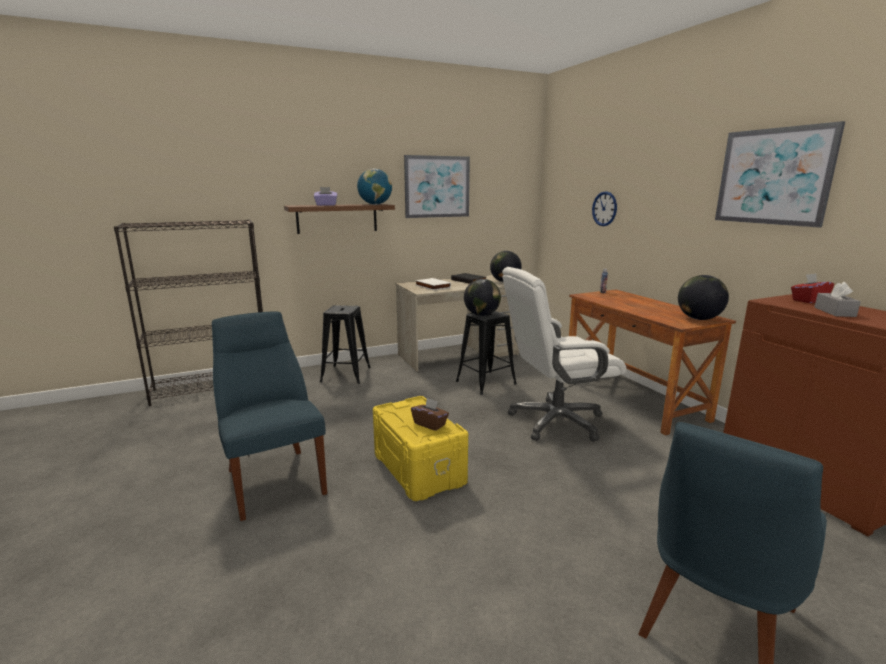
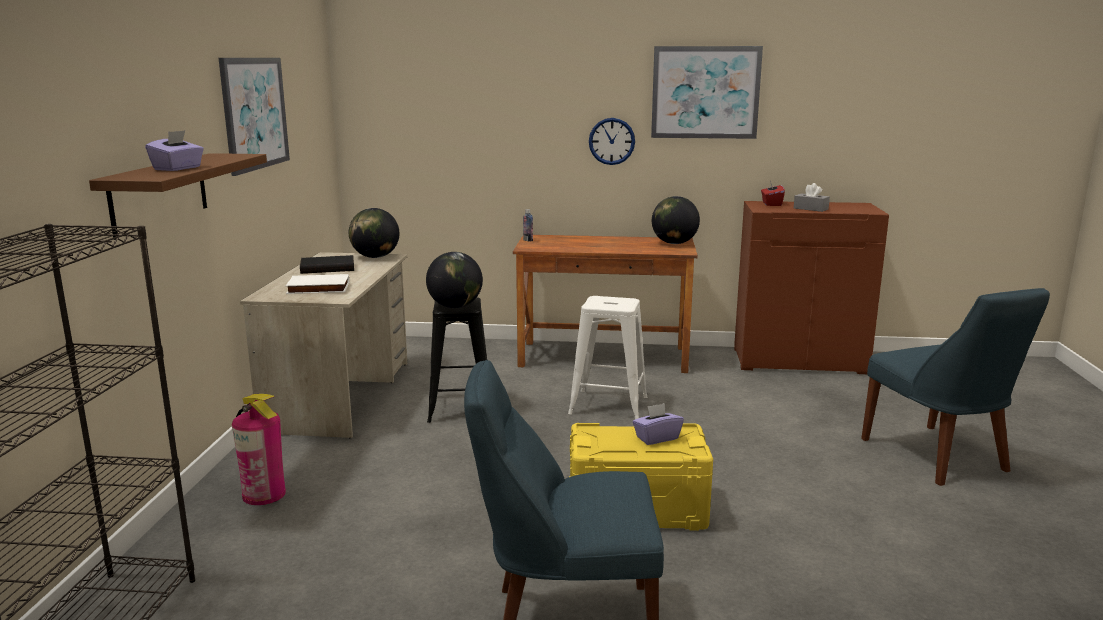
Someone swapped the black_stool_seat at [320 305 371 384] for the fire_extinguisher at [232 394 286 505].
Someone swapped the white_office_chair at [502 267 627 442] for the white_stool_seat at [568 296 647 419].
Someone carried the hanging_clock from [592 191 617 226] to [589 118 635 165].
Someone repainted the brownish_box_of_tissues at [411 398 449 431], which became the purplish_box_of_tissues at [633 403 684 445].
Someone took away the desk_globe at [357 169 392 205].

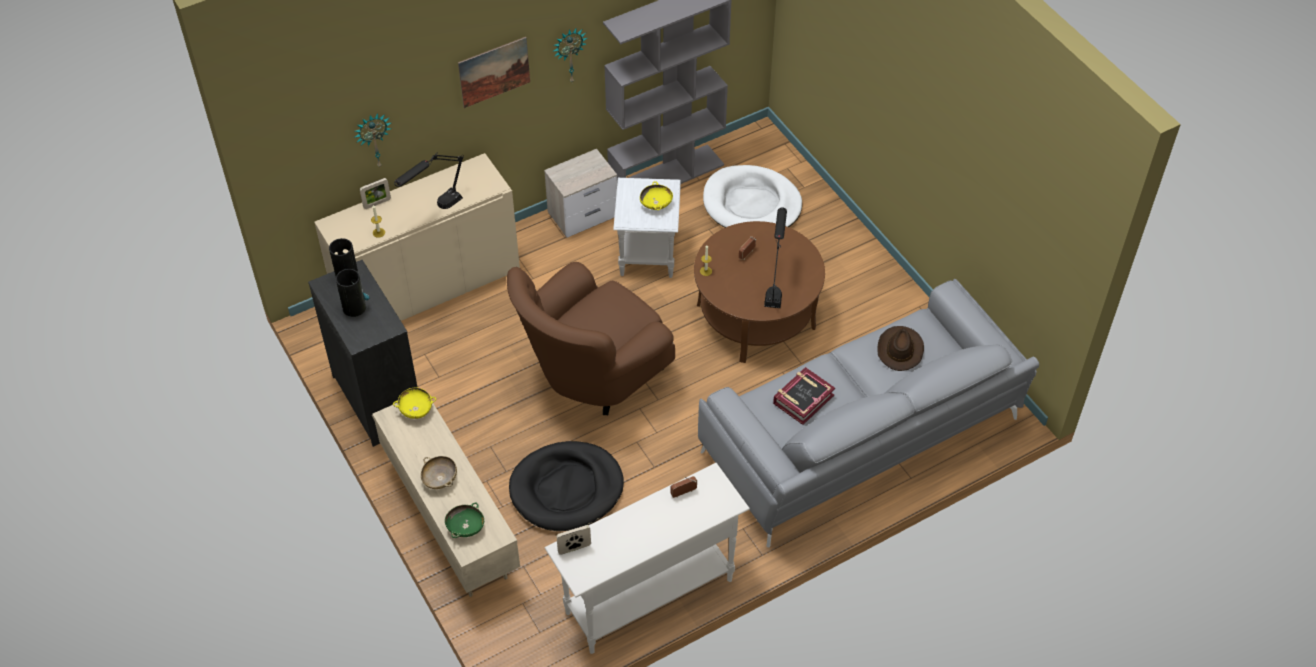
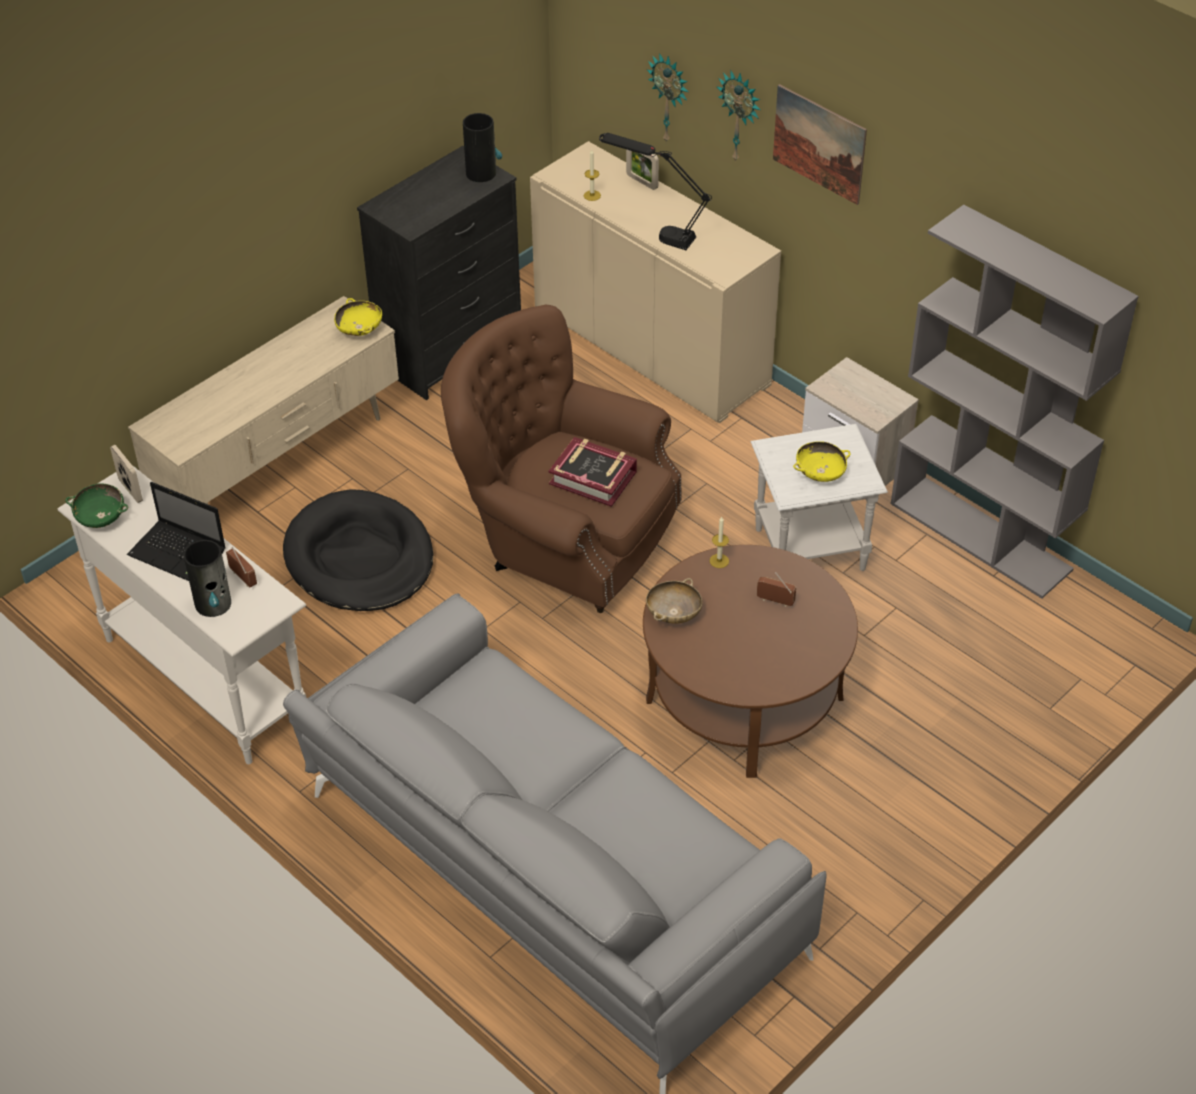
Someone carried the green-coloured_bowl from [445 502 484 538] to [65 483 128 528].
Someone put down the portable_computer at [127 482 226 581].
Someone carried the flower_vase from [336 269 369 317] to [184 540 231 617].
Someone carried the volume from [773 367 835 425] to [549 437 637 507].
Someone carried the beige-coloured_bowl from [421 456 457 489] to [646 578 703 624].
Someone carried the hanging_clock from [552 29 587 82] to [717 70 761 163].
Someone took away the white_dog_bed at [703 165 802 228].
Someone took away the black_tabletop_lamp at [764 208 787 308].
Someone took away the brownish_hat at [877 326 924 371].

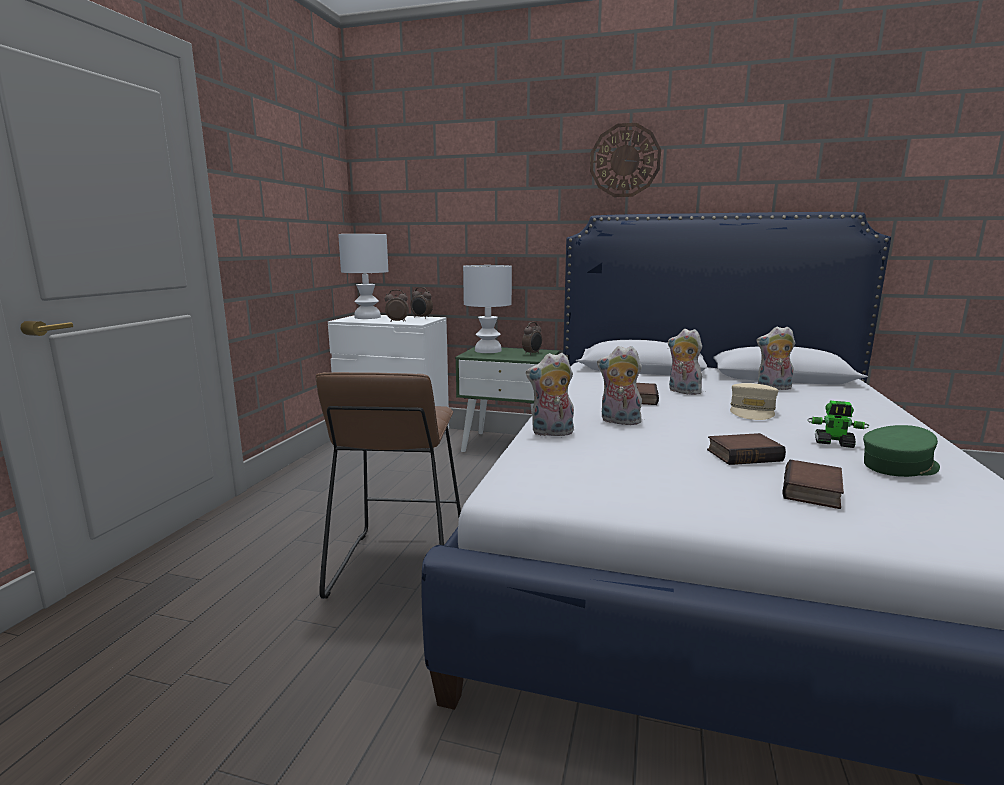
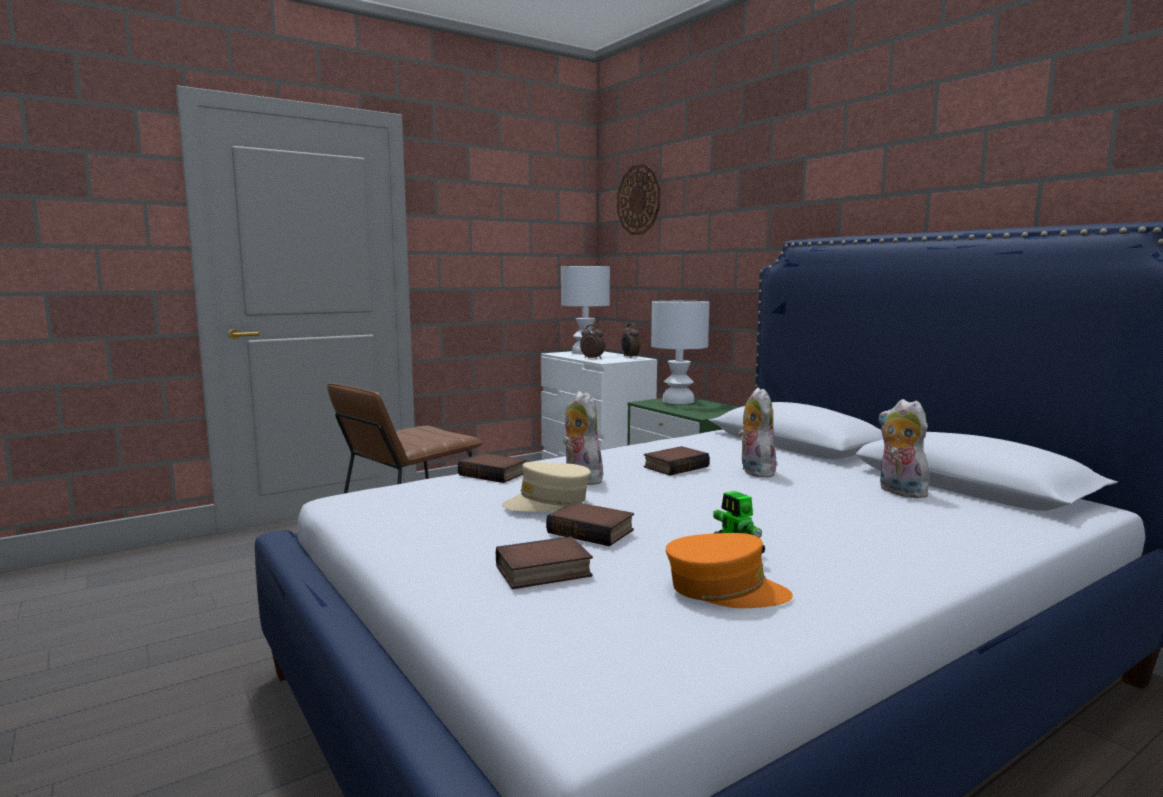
Someone swapped the cuddly_toy at [526 353 574 436] for the volume at [458 453 527 483].
Someone carried the beige-coloured_cap from [730 383 778 420] to [502 462 591 512].
Someone carried the hanging_clock from [590 123 661 197] to [617 164 661 235].
Someone repainted the green-coloured_cap at [863 425 940 477], which became the orangey_cap at [666 533 793 608].
Someone took away the bedside_clock at [522 322 542 355].

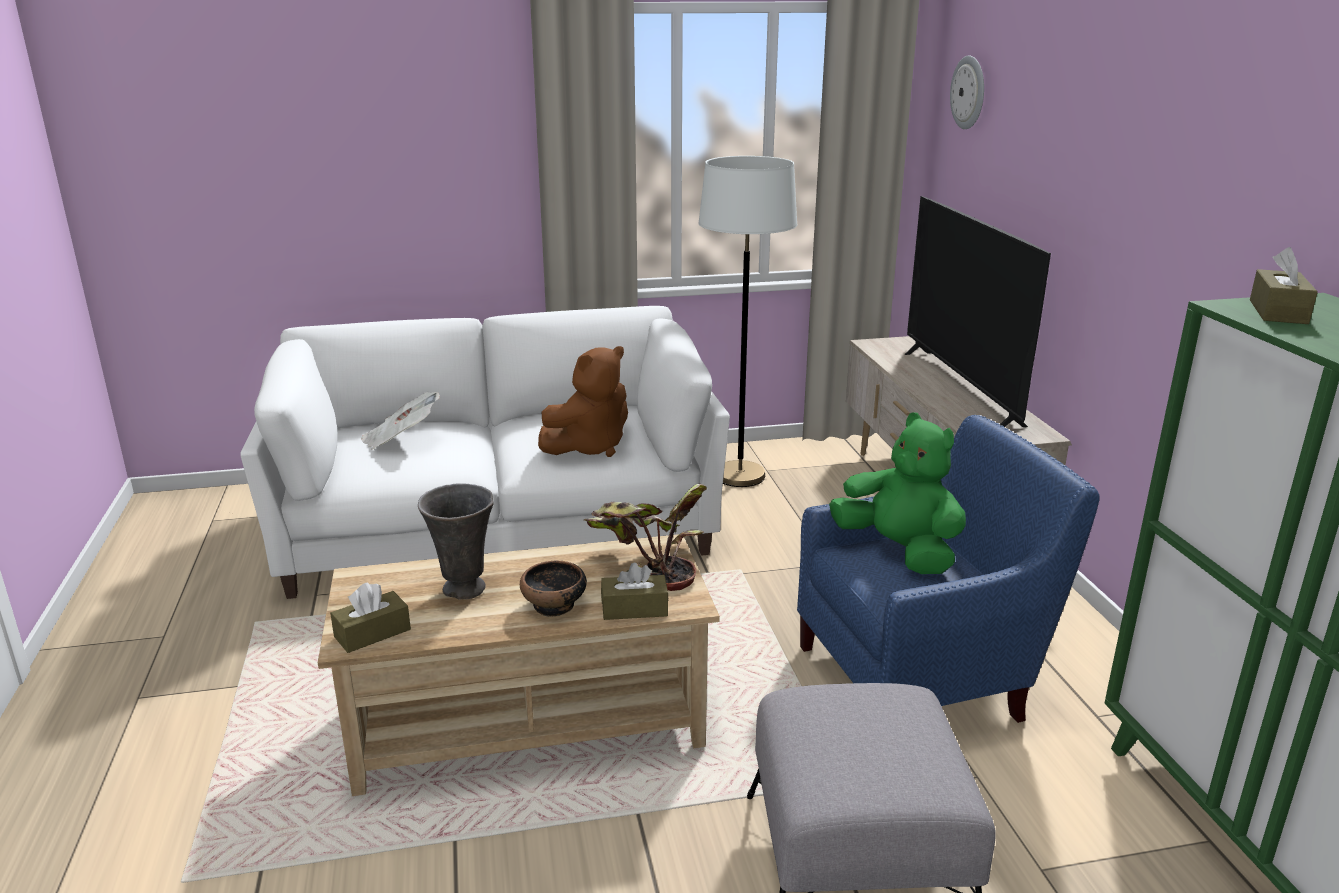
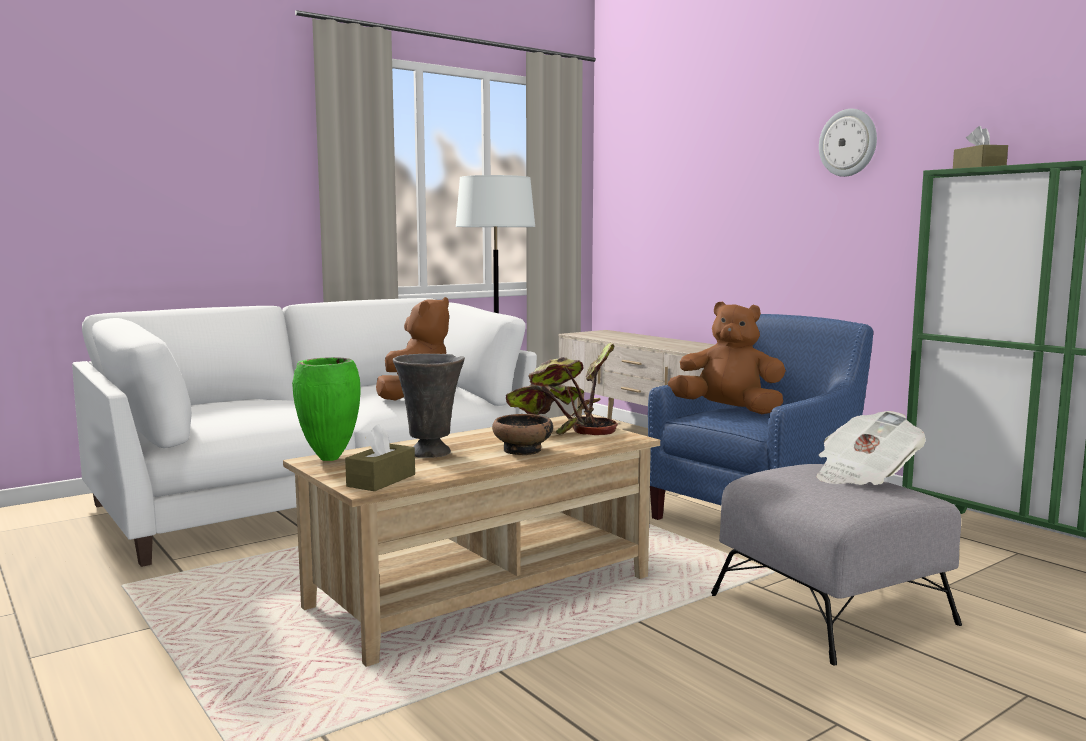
Someone put down the green-coloured_flower_vase at [292 357 361 461].
Someone repainted the green-coloured_cuddly_toy at [829 412 966 574], which became the brownish_cuddly_toy at [668 301 786 414].
Someone carried the daily_paper from [361 392 440 450] to [817 411 926 485].
Someone carried the hanging_clock from [950 56 984 129] to [819 109 877 177].
Someone took away the brownish_box_of_tissues at [601 562 669 620].
Someone took away the TV at [905 196 1051 427].

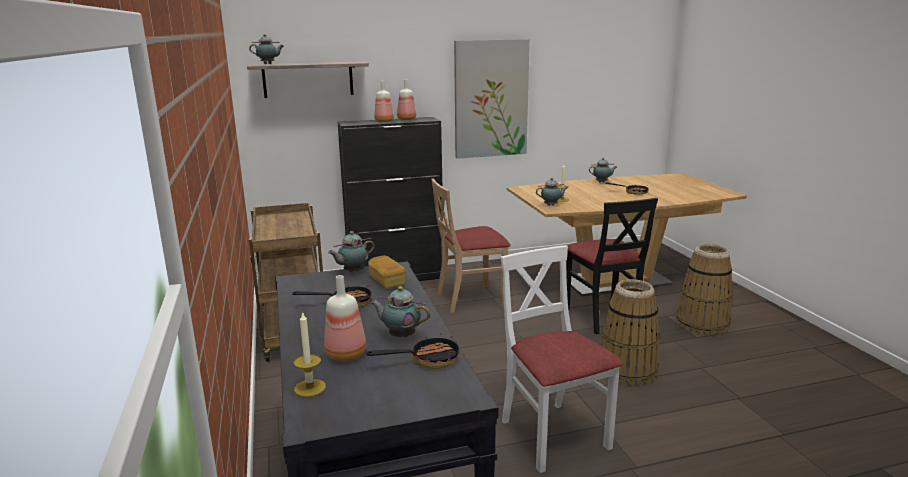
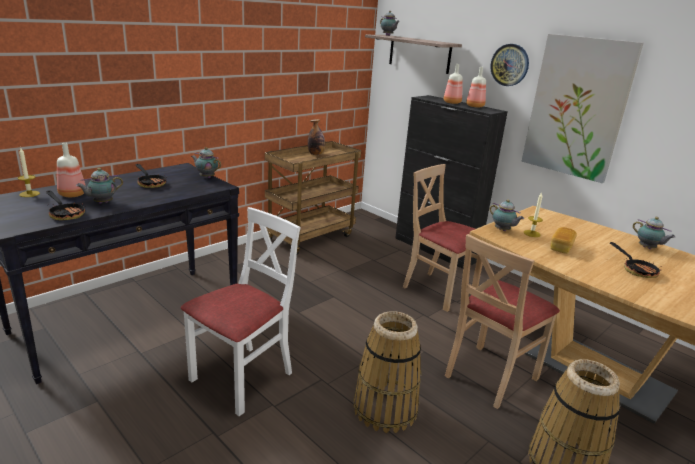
Someone rotated the teapot at [371 286 430 337] by 120 degrees counterclockwise.
Someone put down the beverage_bottle at [308 119 325 155].
Someone repainted the black_chair at [566 198 658 334], which became the beige-coloured_chair at [445 234 560 409].
Someone put up the hanging_clock at [490 44 529 86].
Someone carried the baked_bread from [368 256 405 288] to [550 227 577 254].

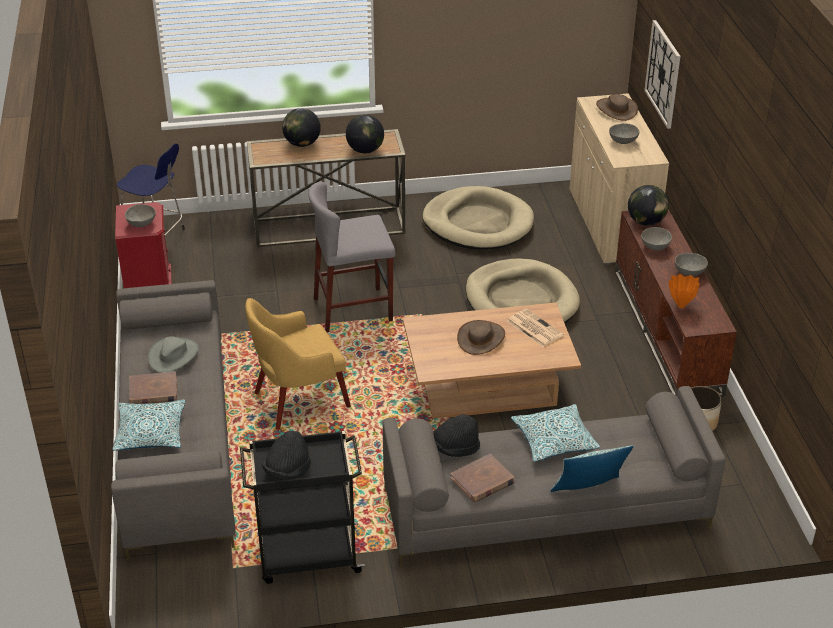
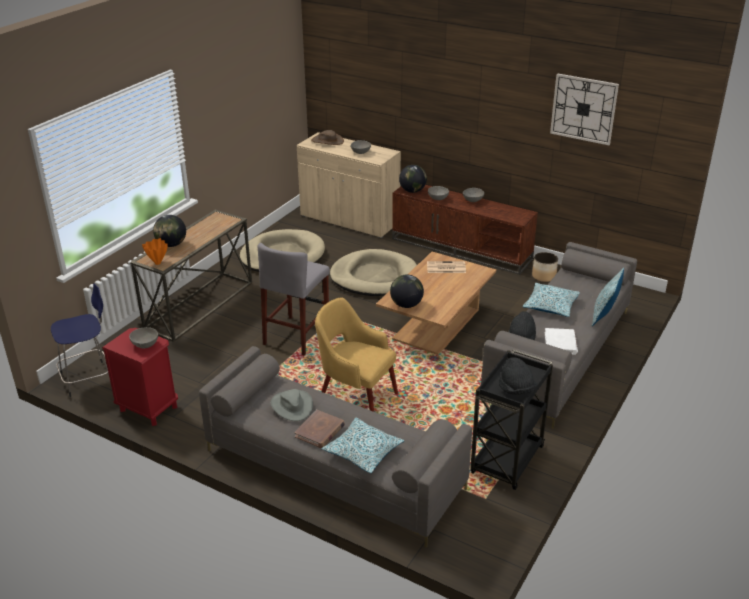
Someone carried the orangey_flower_vase from [669 274 700 308] to [142 238 167 265].
Someone rotated the yellow-coloured_easy_chair at [245 298 351 430] by 105 degrees clockwise.
Someone carried the desk_globe from [346 114 384 153] to [390 275 424 308].
Someone repainted the brownish_volume at [451 454 515 502], which became the white_volume at [545 328 578 355].
Someone carried the hanging_clock from [644 20 680 129] to [550 73 619 145].
Someone took away the brownish_hat at [457 320 505 355].

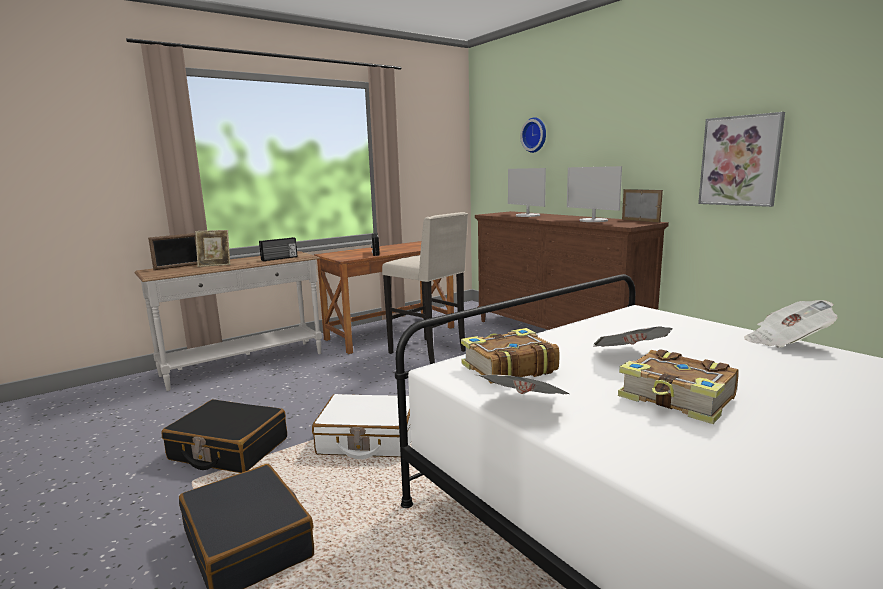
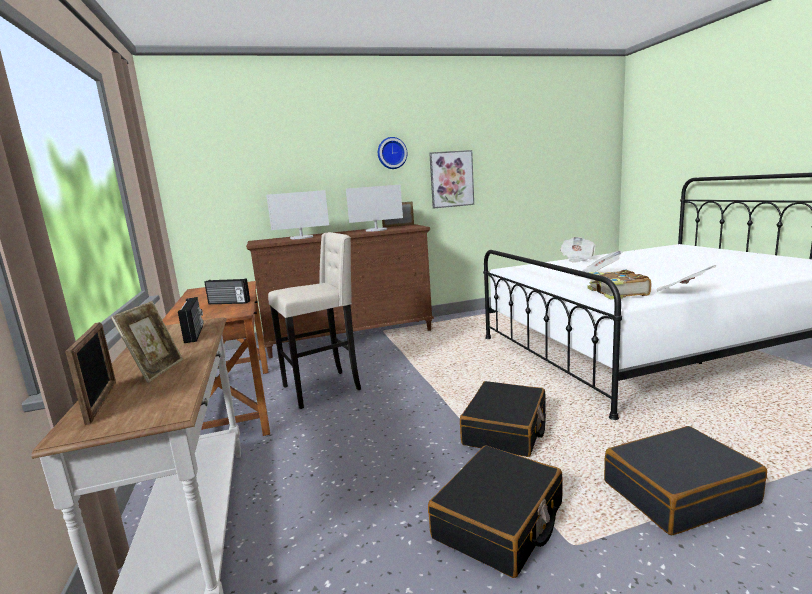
Someone carried the hanging_clock from [520 117 546 153] to [378 137 407 169].
Someone repainted the white_suitcase at [312 394 411 459], which became the black_suitcase at [460 381 546 457].
Someone took away the volume at [618 349 739 424].

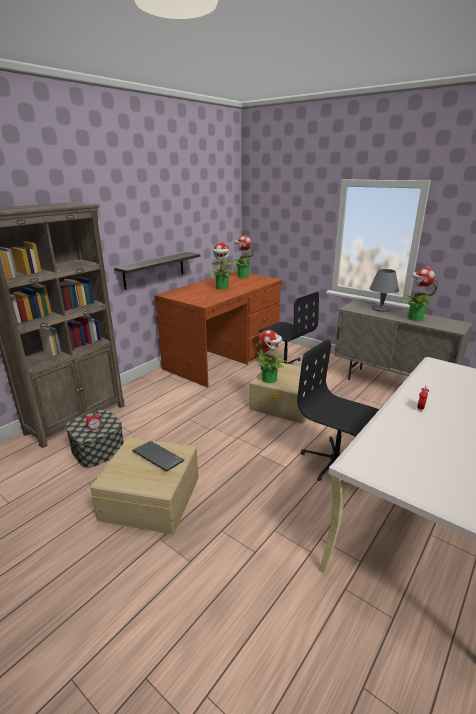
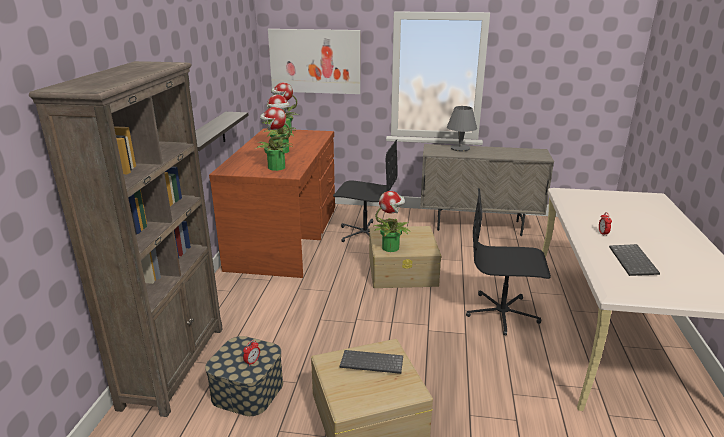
Someone carried the houseplant from [402 267 437 321] to [255 107 294 171].
Someone put up the wall_picture at [268 29 361 94].
Someone put down the computer_keyboard at [609 244 660 276].

